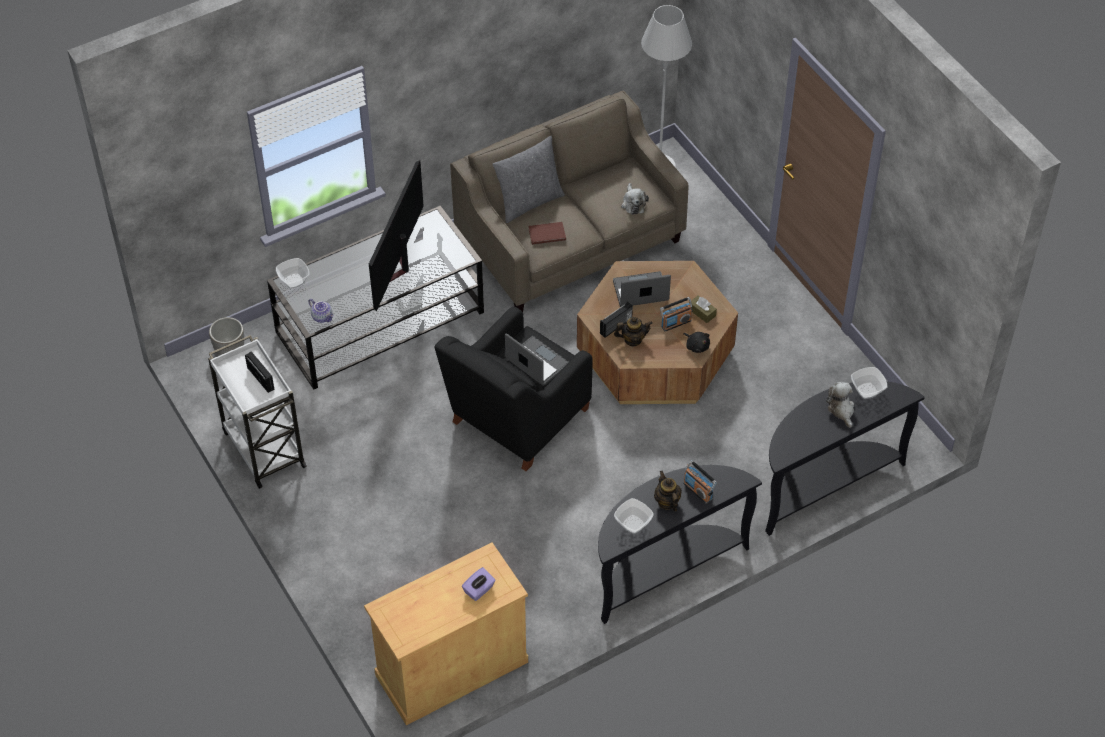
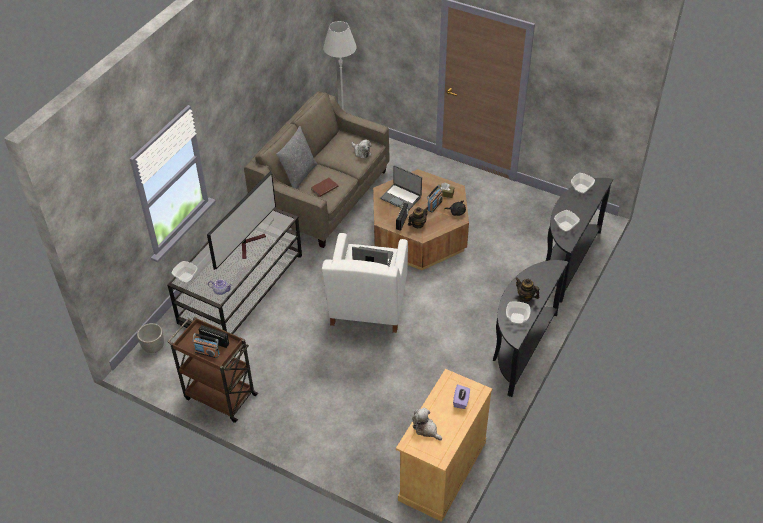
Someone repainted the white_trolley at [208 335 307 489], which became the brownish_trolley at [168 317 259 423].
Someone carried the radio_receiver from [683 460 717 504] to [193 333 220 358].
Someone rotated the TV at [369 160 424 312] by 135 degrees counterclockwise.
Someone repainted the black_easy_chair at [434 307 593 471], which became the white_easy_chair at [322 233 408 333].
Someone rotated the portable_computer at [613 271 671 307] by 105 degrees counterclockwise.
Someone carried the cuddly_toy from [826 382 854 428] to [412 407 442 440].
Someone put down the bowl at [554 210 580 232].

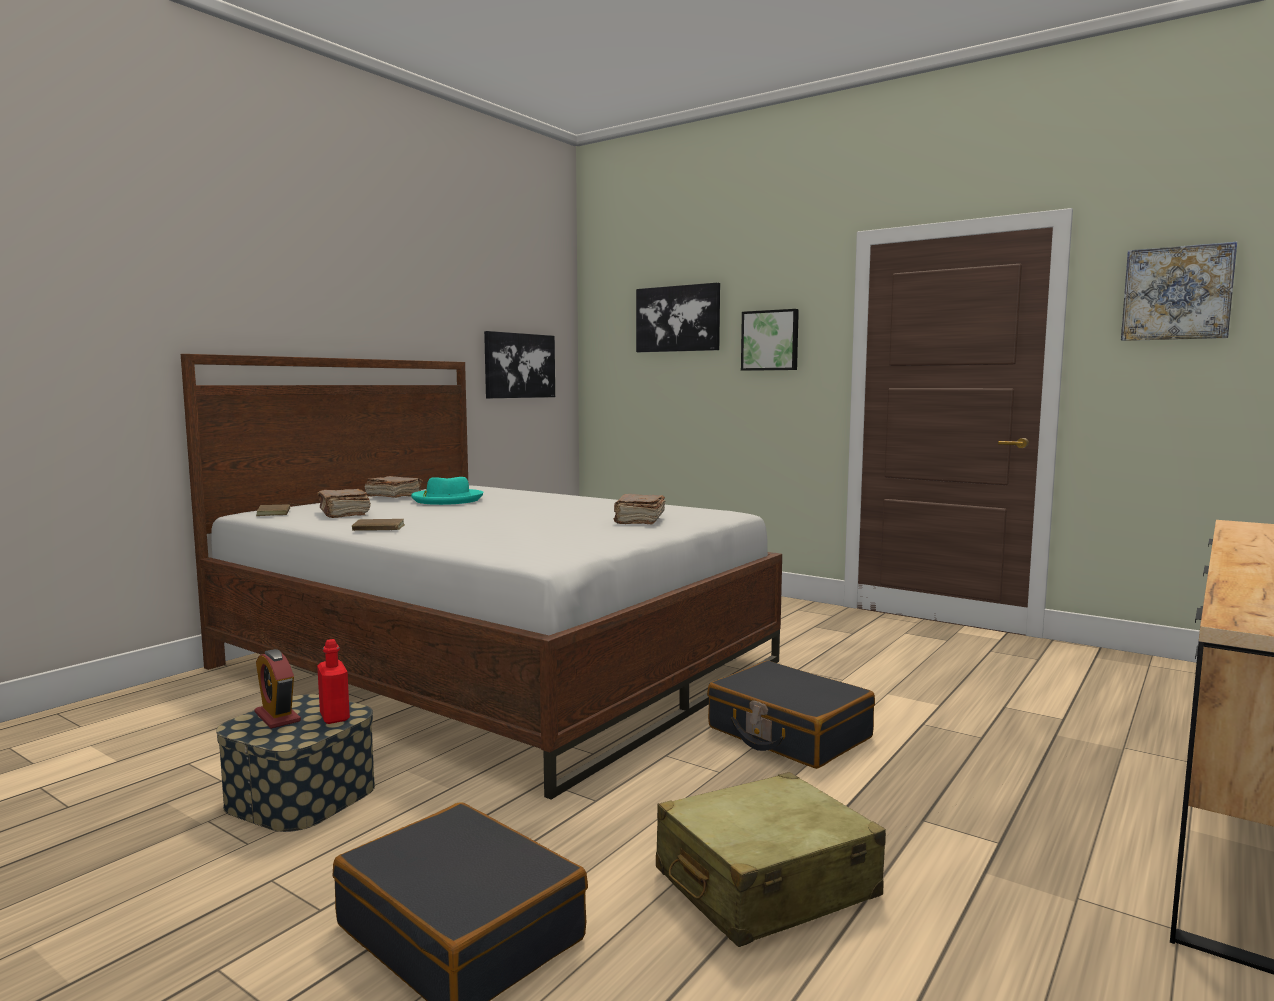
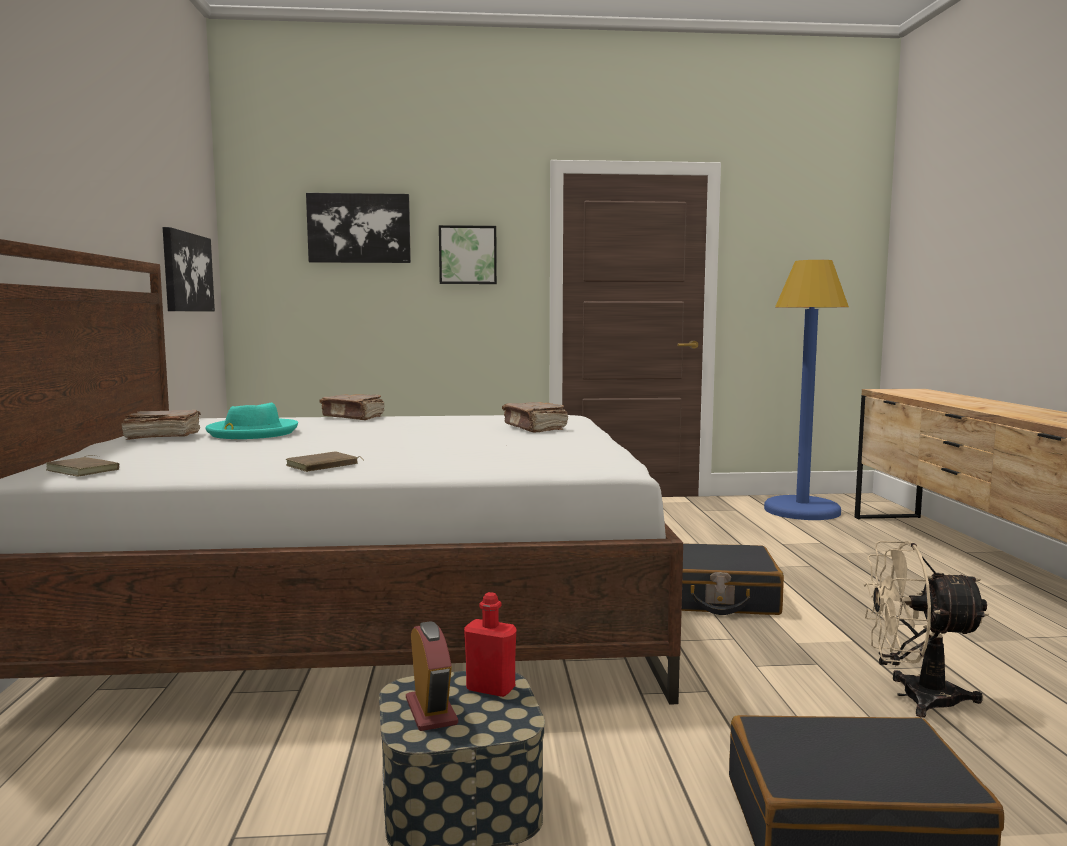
Someone carried the brownish_volume from [317 489 371 518] to [319 394 385 420].
Someone rotated the bedside_clock at [254 649 301 729] by 120 degrees counterclockwise.
Someone put down the blue-coloured_standing_lamp at [764 260 849 520].
Someone swapped the beige-coloured_suitcase at [656 772 886 947] for the beige-coloured_fan at [863 541 990 718].
Someone took away the wall_picture at [1121 242 1237 341].

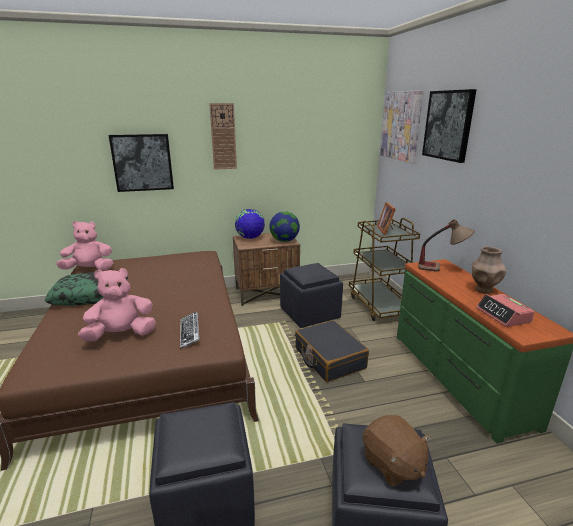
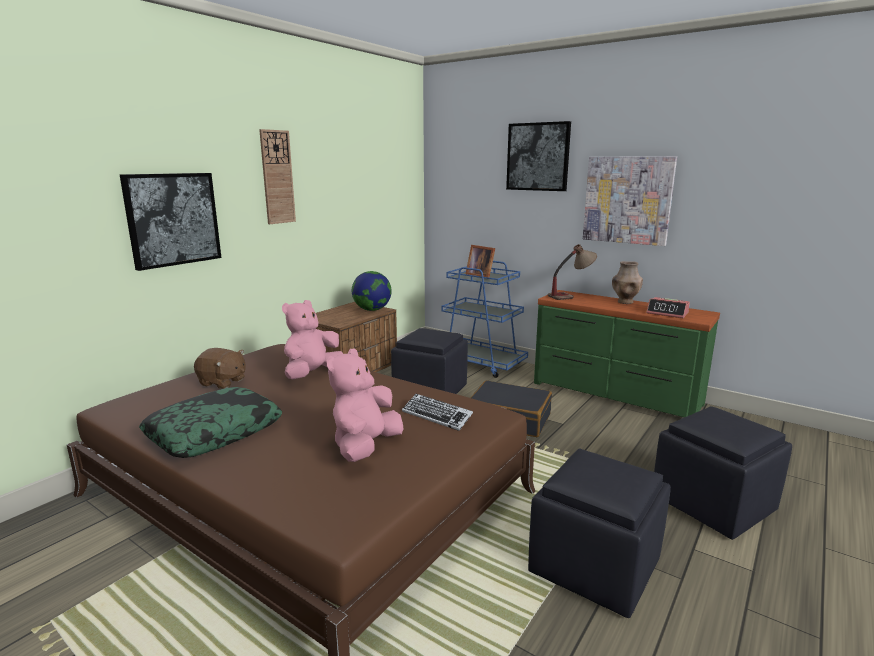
Someone carried the brownish_cuddly_toy from [363 415 431 486] to [194 348 246 389].
Someone carried the pink-coloured_cuddly_toy from [56 221 113 270] to [282 300 343 379].
Someone repainted the brownish_trolley at [349 218 420 321], which became the blue-coloured_trolley at [441 261 528 378].
Someone carried the wall_picture from [380 90 424 163] to [583 156 677 246].
Someone took away the desk_globe at [235 209 265 239].

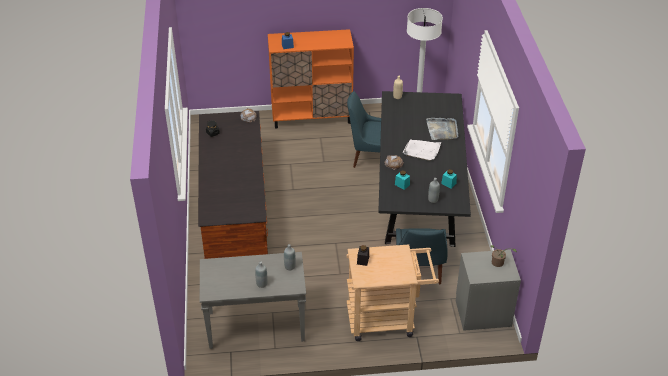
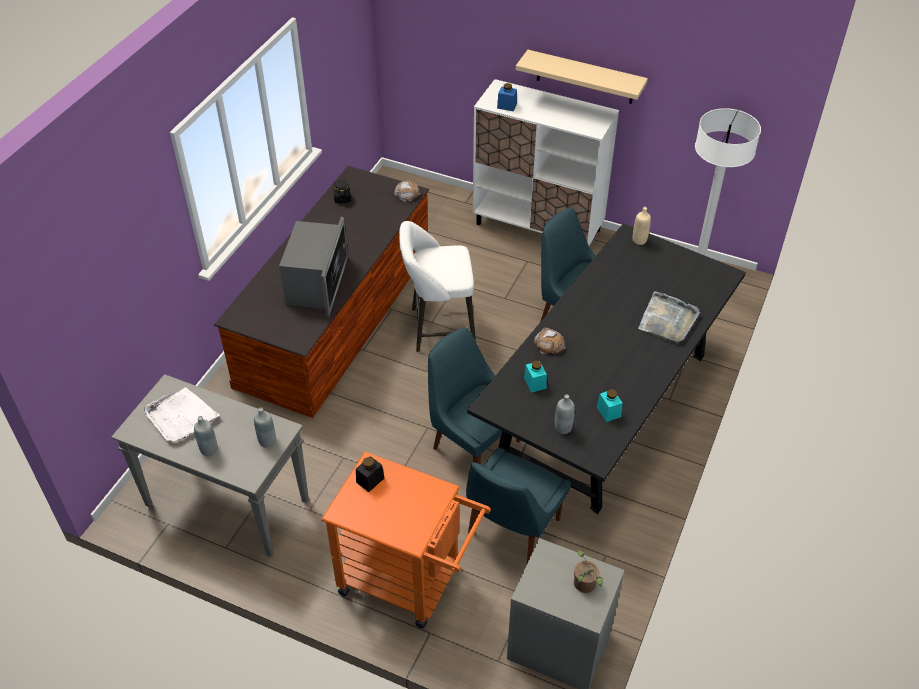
Someone carried the white_tray from [403 139 441 161] to [144 387 220 442].
Someone put down the microwave at [279 217 348 317].
Someone repainted the beige-coloured_trolley at [346 244 439 341], which became the orangey_trolley at [321 451 491 629].
Someone put down the white_stool_seat at [399 221 476 352].
Someone put down the blue-coloured_chair at [428 327 521 464].
Someone repainted the orangey_storage_cabinet at [268 29 354 128], which became the white_storage_cabinet at [473 79 619 246].
Someone put up the beige-coloured_bracket_shelf at [516 50 648 104].

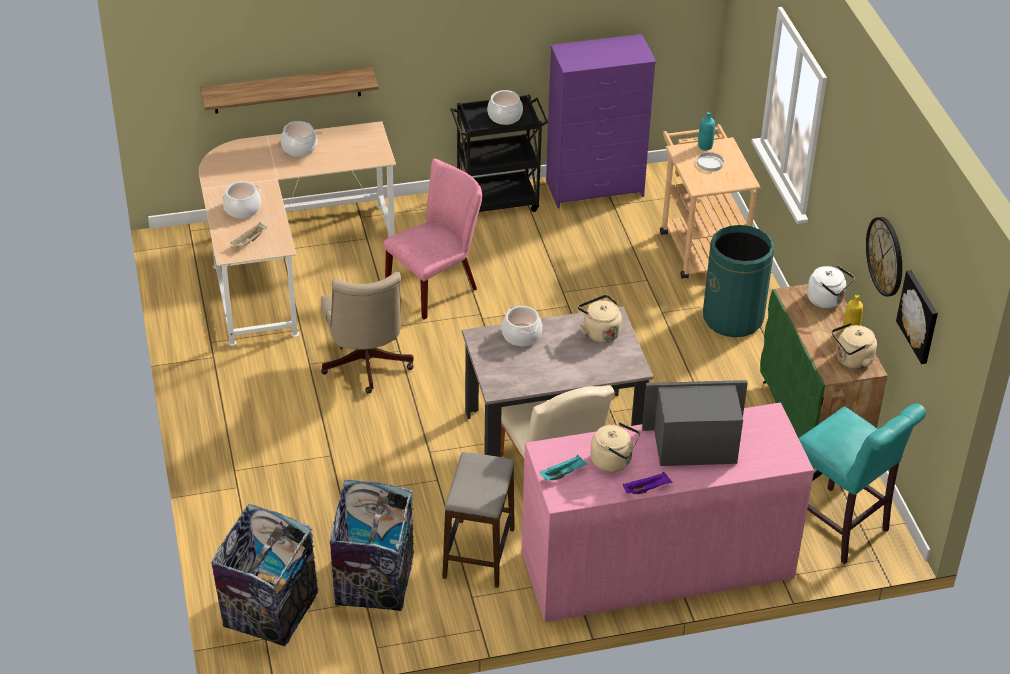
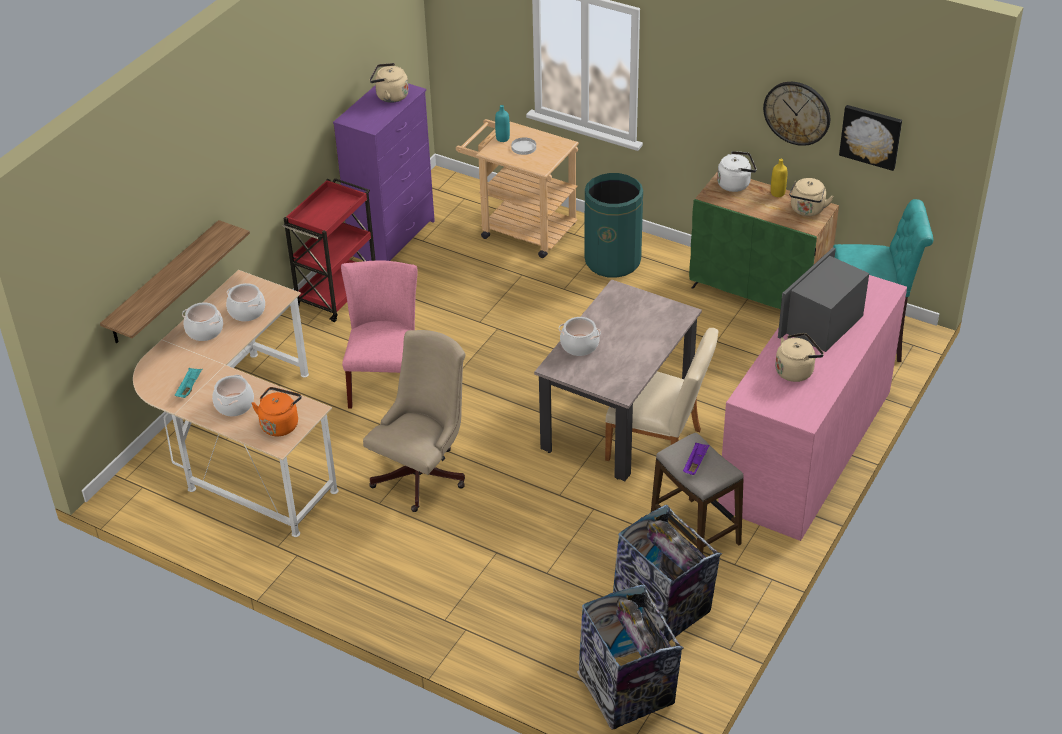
Someone carried the turquoise_tray from [540 455 588 481] to [175 368 203 398].
Someone carried the stockpot from [487 90 523 125] to [226 283 265 321].
Someone swapped the beige-coloured_tray at [231 222 267 248] for the orangey_kettle at [251 387 302 436].
Someone repainted the black_trolley at [450 94 548 212], which became the red_trolley at [282 178 376 322].
Someone rotated the beige-coloured_office_chair at [321 272 414 394] by 90 degrees counterclockwise.
Someone carried the beige-coloured_kettle from [578 295 622 343] to [370 63 409 103].
Someone carried the purplish_tray from [623 472 672 494] to [683 442 710 475].

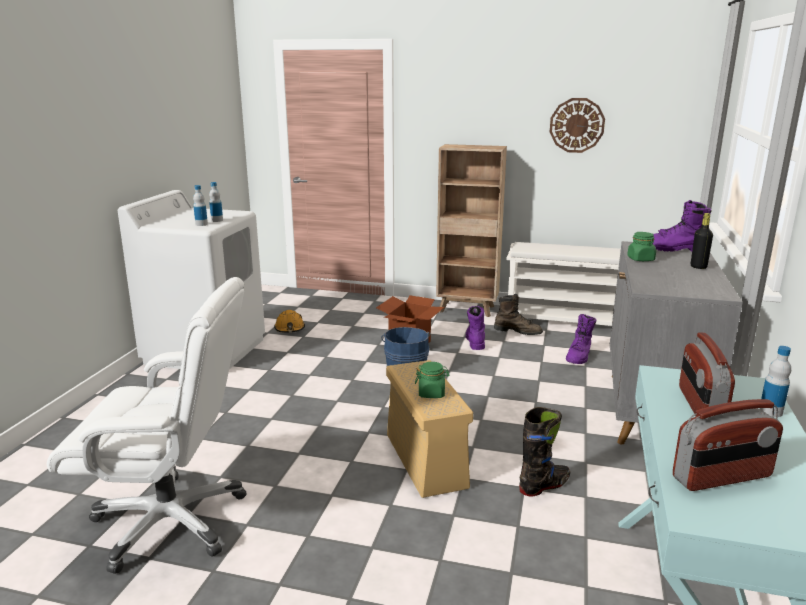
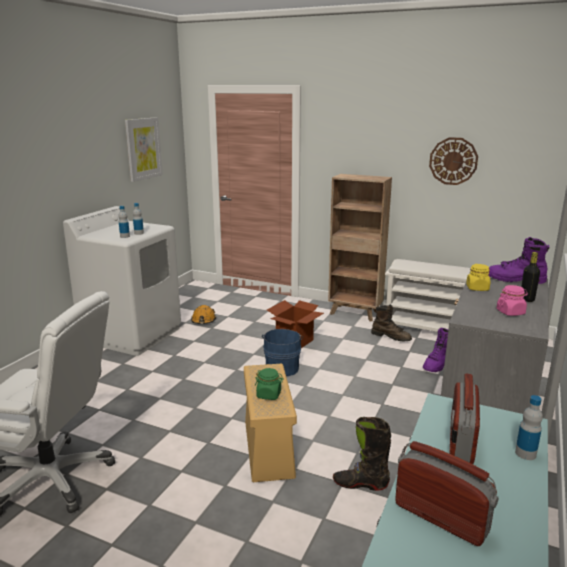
Someone put up the wall_picture at [125 117 163 182].
Someone rotated the black_boot at [519 407 570 496] by 150 degrees counterclockwise.
Someone rotated the radio_receiver at [673 399 783 491] by 135 degrees counterclockwise.
Someone repainted the green-coloured_storage_jar at [627 232 656 261], which became the yellow-coloured_storage_jar at [466 264 490 291].
Someone put down the pink-coloured_storage_jar at [496 285 528 316].
Someone took away the purplish_boot at [466 306 485 350].

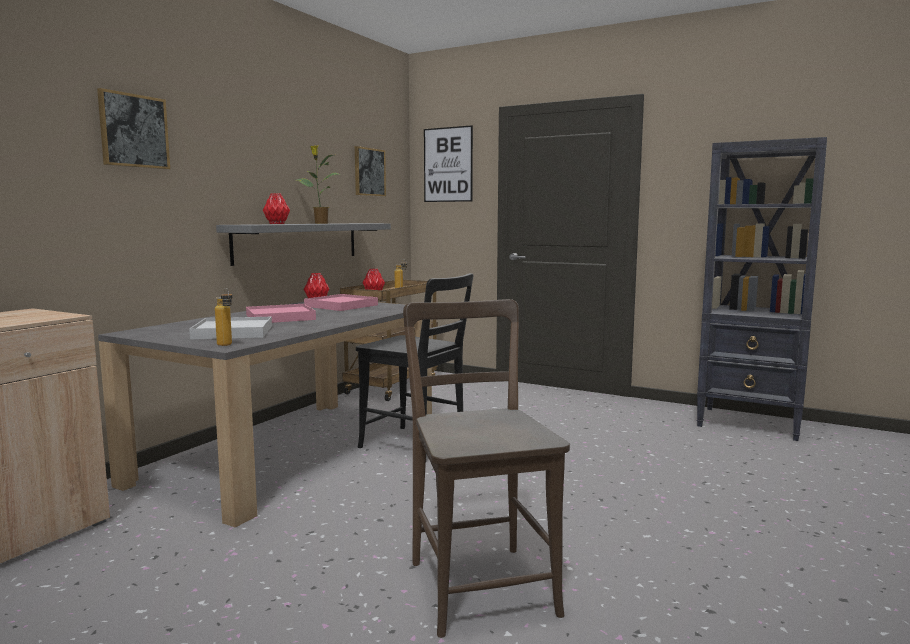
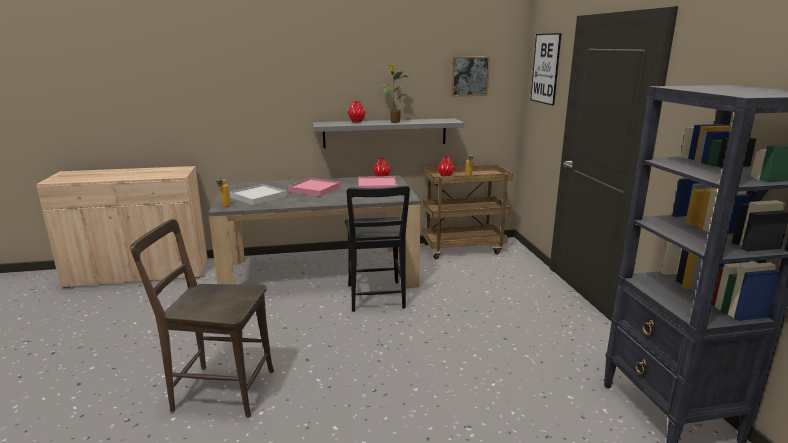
Someone rotated the brownish_chair at [403 299 570 638] by 120 degrees counterclockwise.
Someone took away the wall_picture at [97 88 170 169].

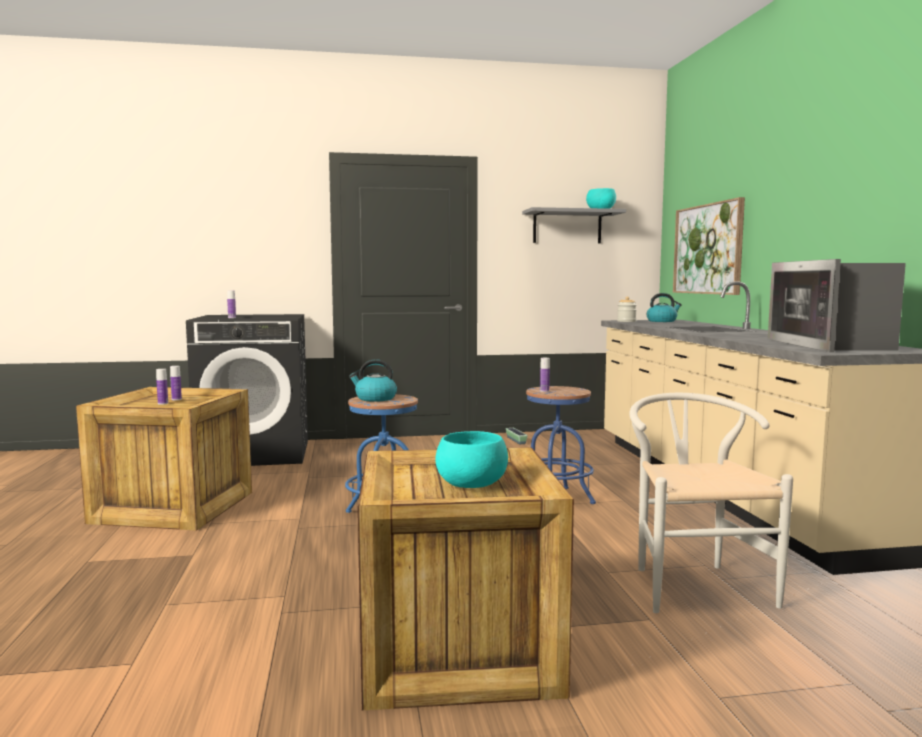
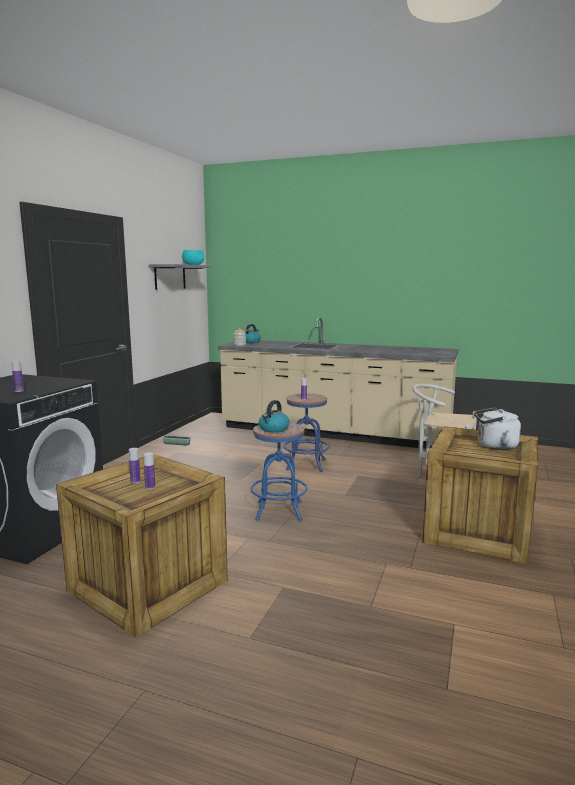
Someone swapped the turquoise_bowl at [435 431 508 488] for the white_kettle at [474 408 521 450].
Someone took away the wall_picture at [673 197 745 295].
Someone took away the microwave at [768 259 906 352].

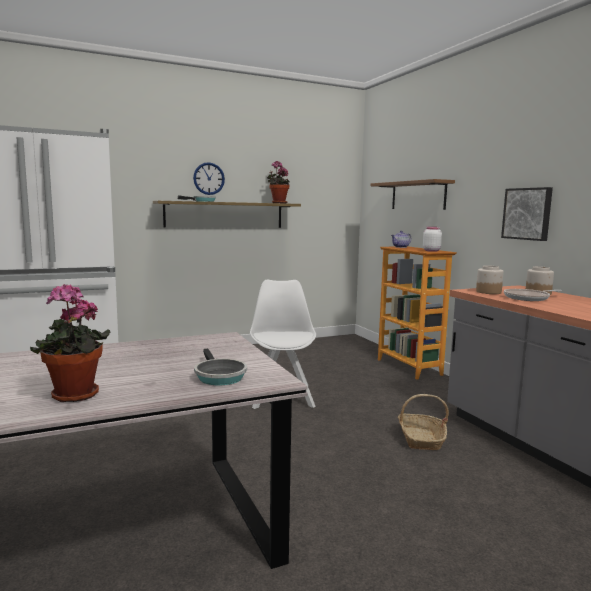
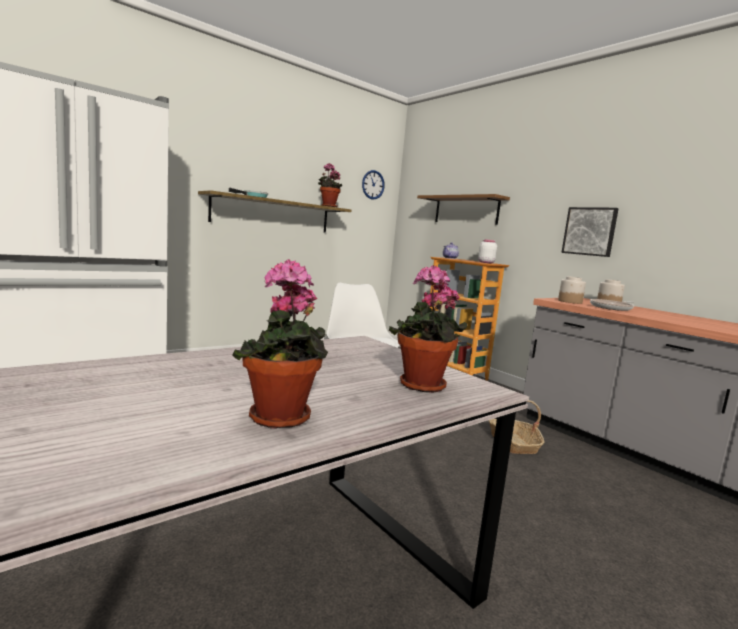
Someone carried the hanging_clock from [193 162 225 195] to [362 170 385 199].
Someone swapped the skillet at [194 348 247 386] for the houseplant at [389 265 468 393].

